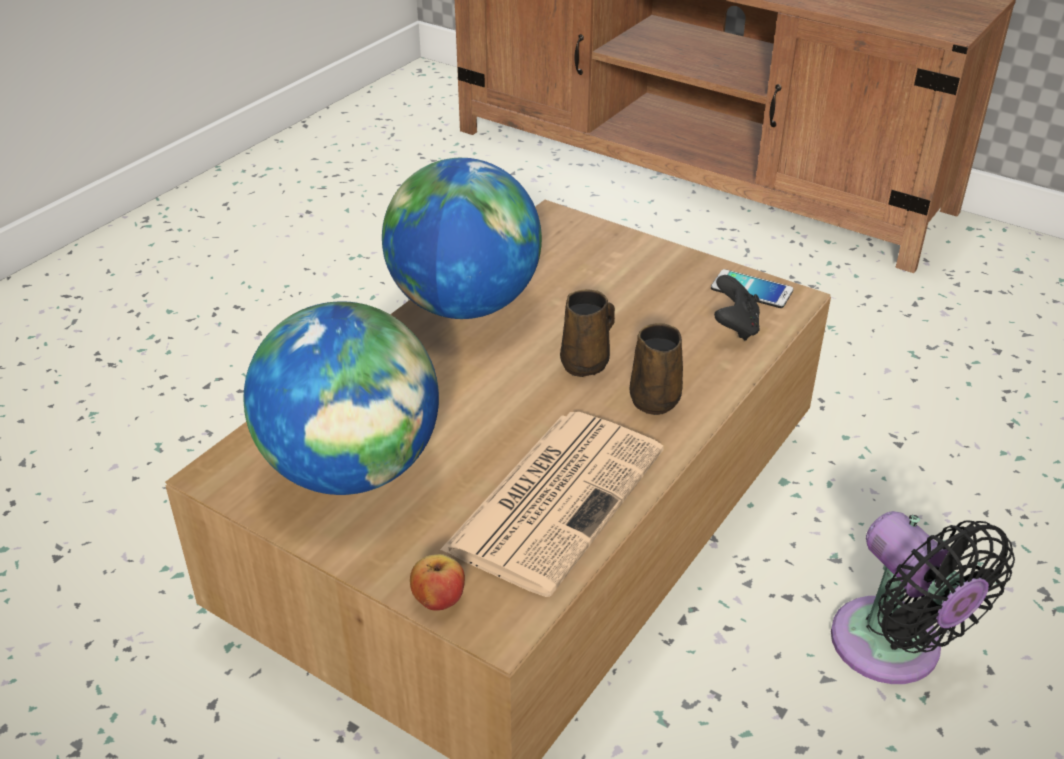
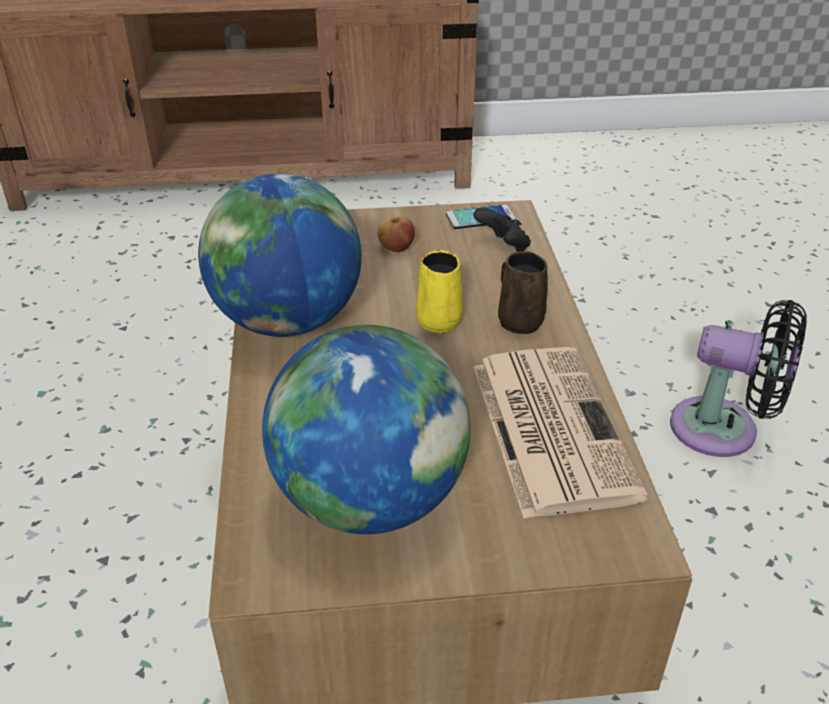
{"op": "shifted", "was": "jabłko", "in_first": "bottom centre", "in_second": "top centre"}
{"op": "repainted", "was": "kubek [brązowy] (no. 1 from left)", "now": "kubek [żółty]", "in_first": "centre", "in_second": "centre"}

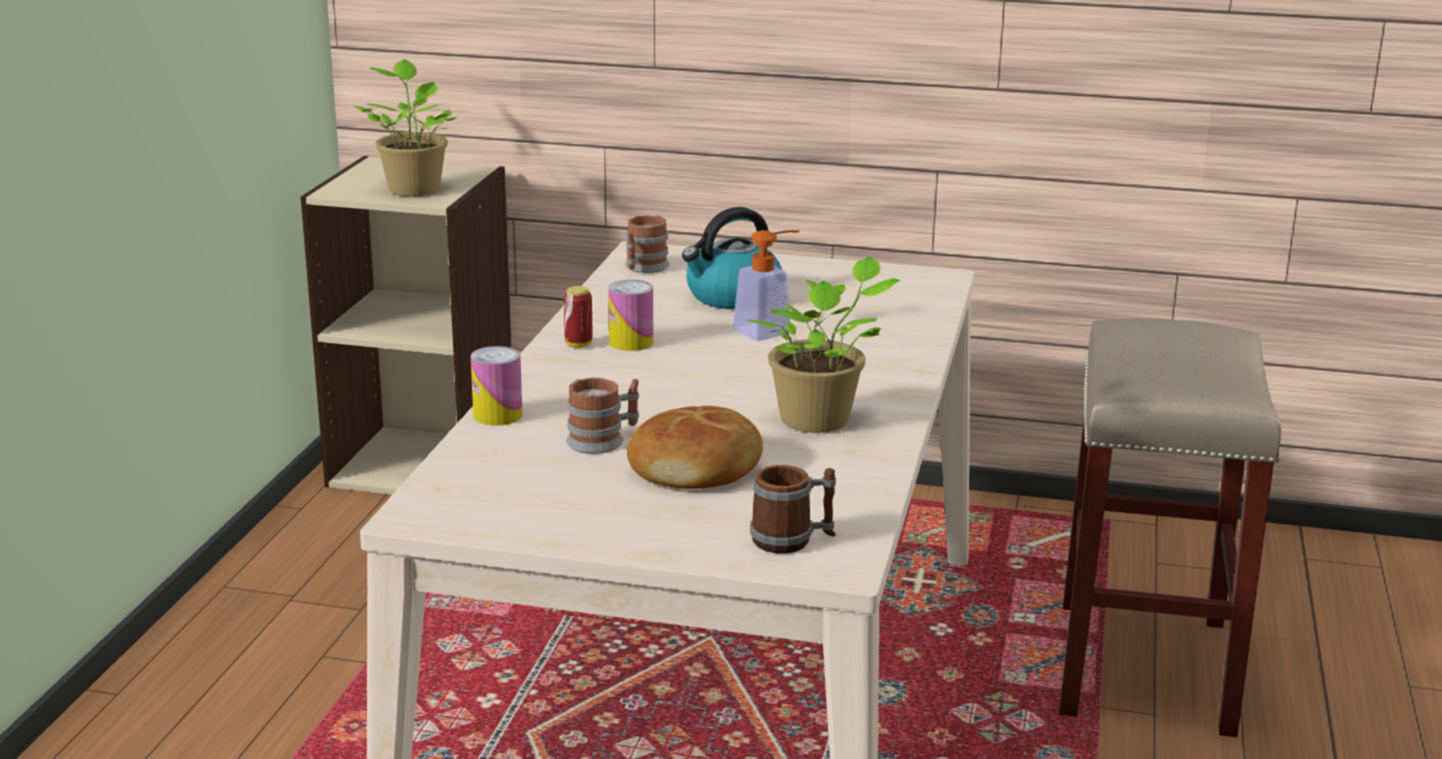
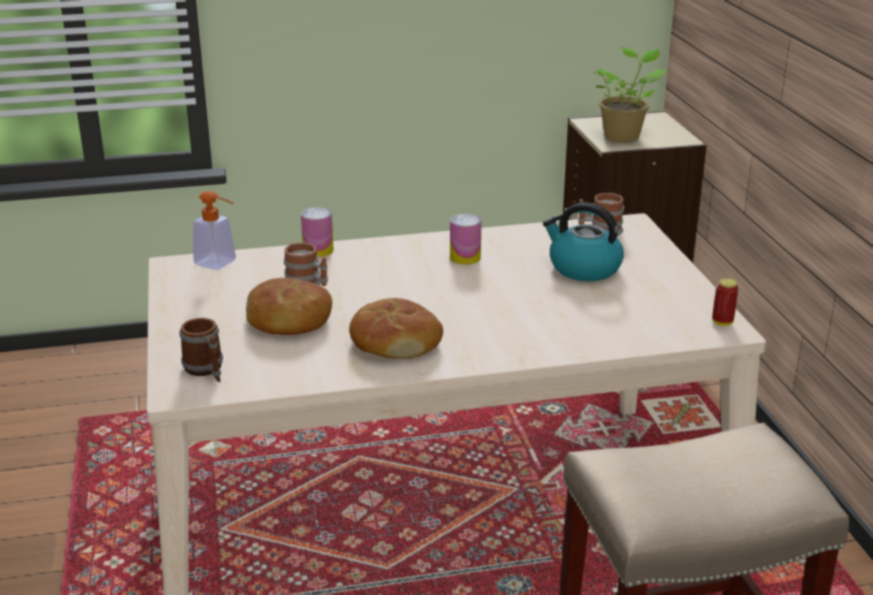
{"op": "shifted", "was": "puszka (no. 2 from left in the first image)", "now": "puszka (no. 3 from left)", "in_first": "centre", "in_second": "middle right"}
{"op": "shifted", "was": "dozownik mydła", "in_first": "centre", "in_second": "middle left"}
{"op": "swapped", "was": "roślina doniczkowa (no. 2 from left)", "now": "chleb (no. 2 from left)", "in_first": "centre", "in_second": "centre"}

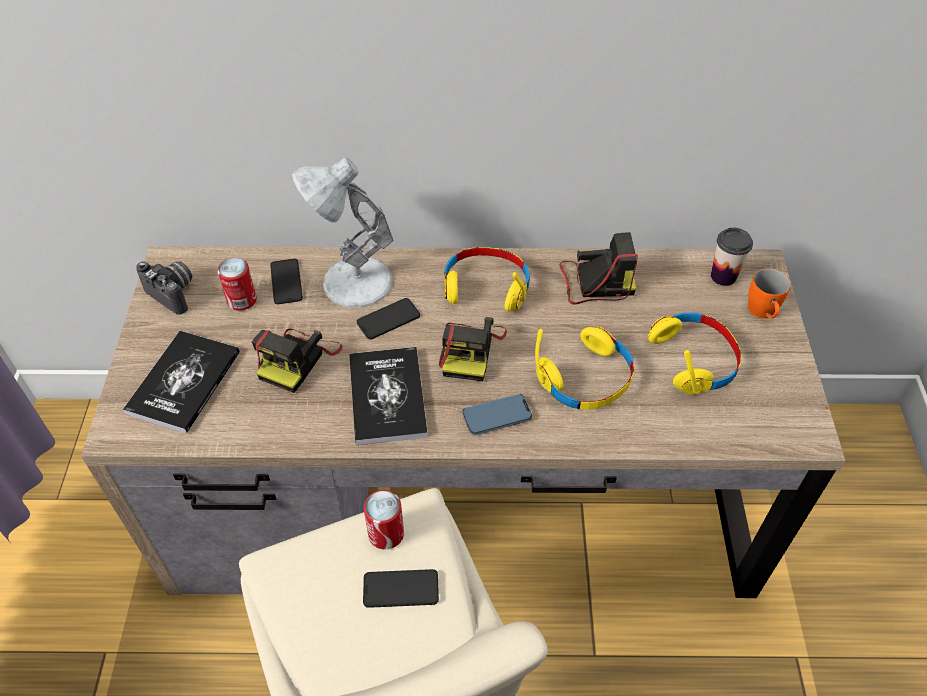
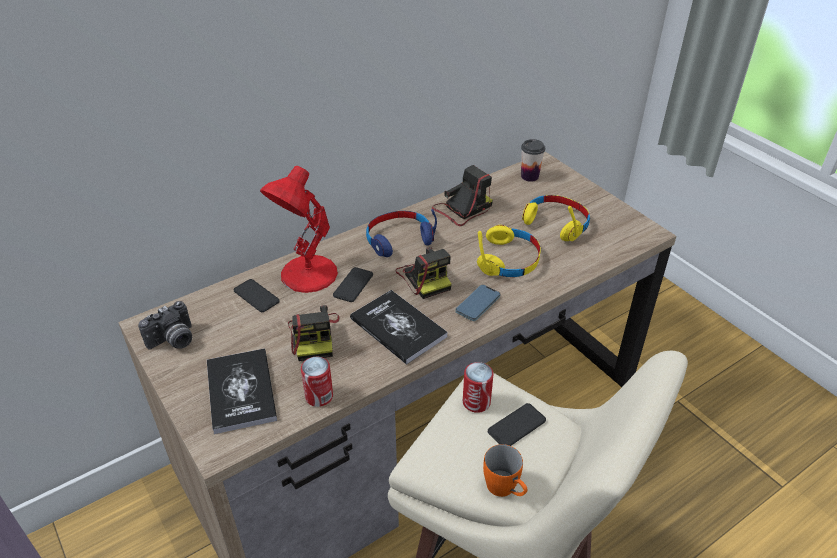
{"op": "rotated", "was": "aparat fotograficzny (no. 1 from left)", "in_first": "middle left", "in_second": "middle left", "clockwise": 135}
{"op": "shifted", "was": "puszka (no. 1 from left)", "in_first": "middle left", "in_second": "bottom centre"}
{"op": "repainted", "was": "lampa stołowa [biały]", "now": "lampa stołowa [czerwony]", "in_first": "centre", "in_second": "centre"}
{"op": "repainted", "was": "słuchawki [żółty] (no. 1 from left)", "now": "słuchawki [niebieski]", "in_first": "centre", "in_second": "centre"}
{"op": "shifted", "was": "kubek [pomarańczowy]", "in_first": "middle right", "in_second": "bottom centre"}

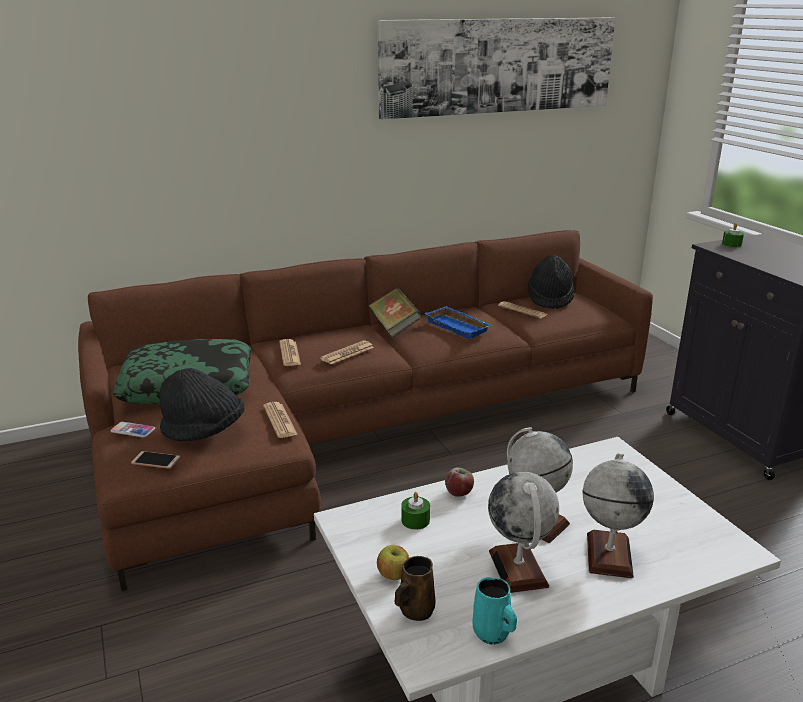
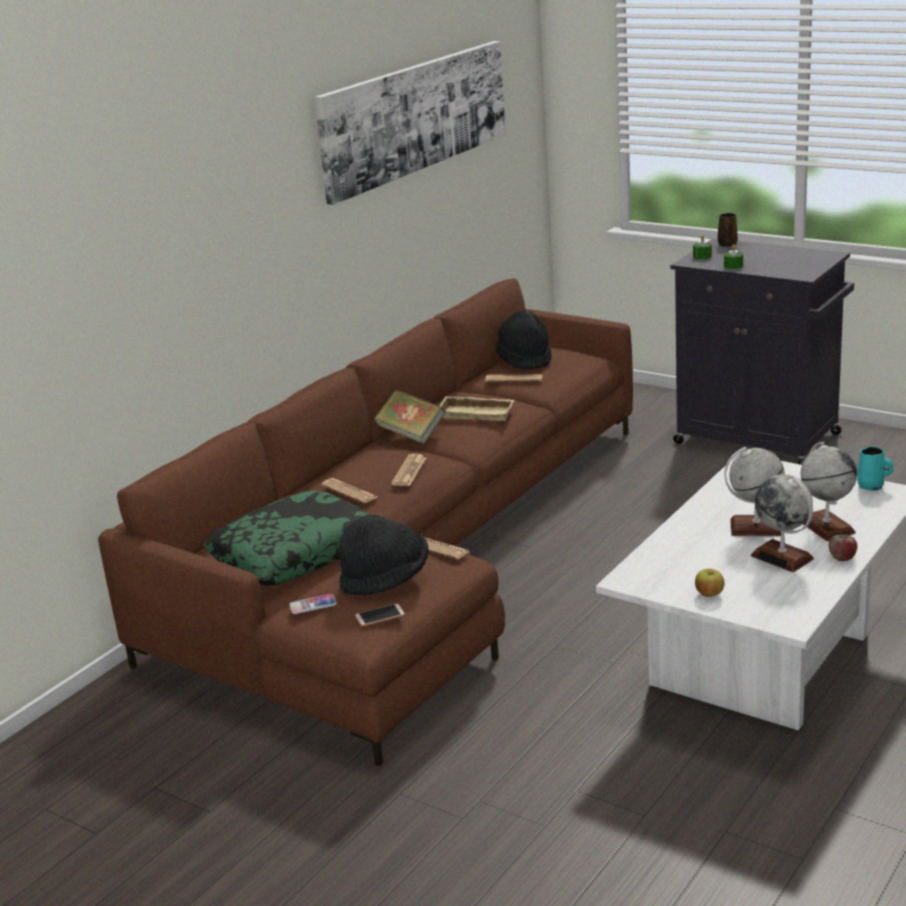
{"op": "shifted", "was": "kubek [brązowy]", "in_first": "bottom centre", "in_second": "top right"}
{"op": "shifted", "was": "świeca [zielony] (no. 1 from left in the first image)", "now": "świeca [zielony] (no. 2 from left)", "in_first": "bottom centre", "in_second": "top right"}
{"op": "repainted", "was": "taca [niebieski]", "now": "taca [beżowy]", "in_first": "centre", "in_second": "centre"}
{"op": "shifted", "was": "jabłko (no. 2 from left)", "in_first": "bottom centre", "in_second": "middle right"}
{"op": "shifted", "was": "kubek [turkusowy]", "in_first": "bottom centre", "in_second": "middle right"}

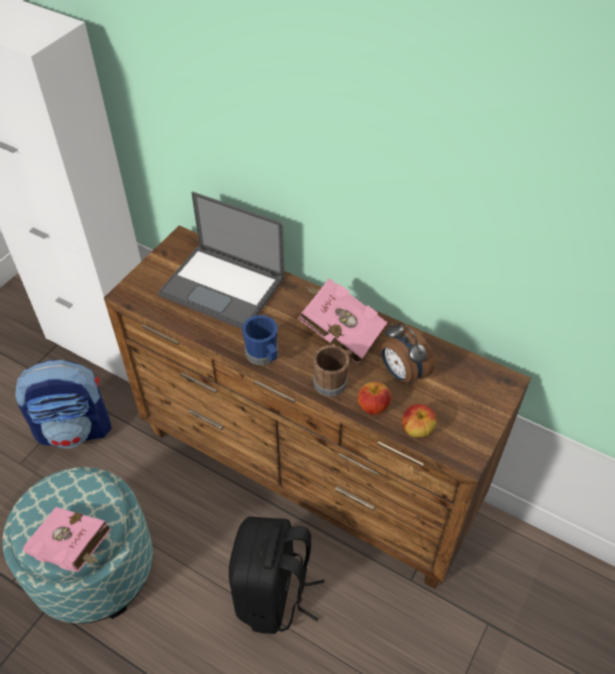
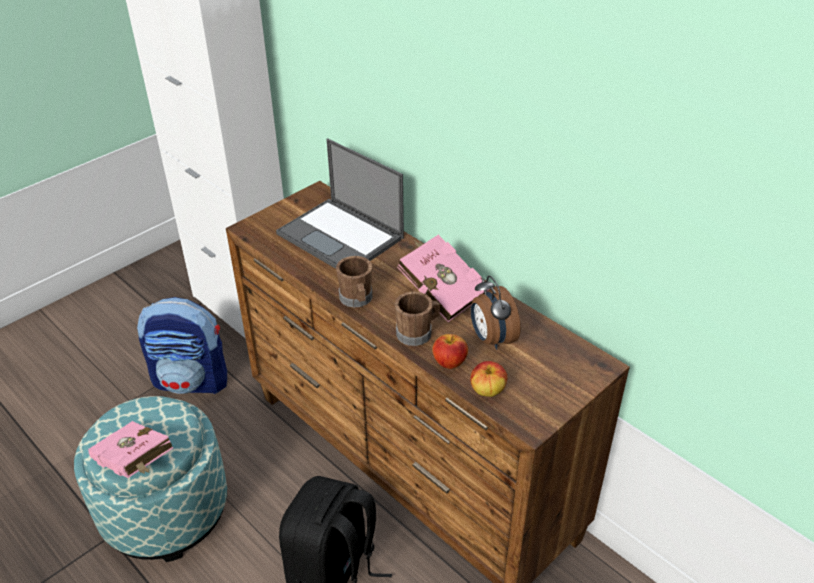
{"op": "repainted", "was": "kubek [niebieski]", "now": "kubek [brązowy] (no. 1 from left)", "in_first": "centre", "in_second": "centre"}

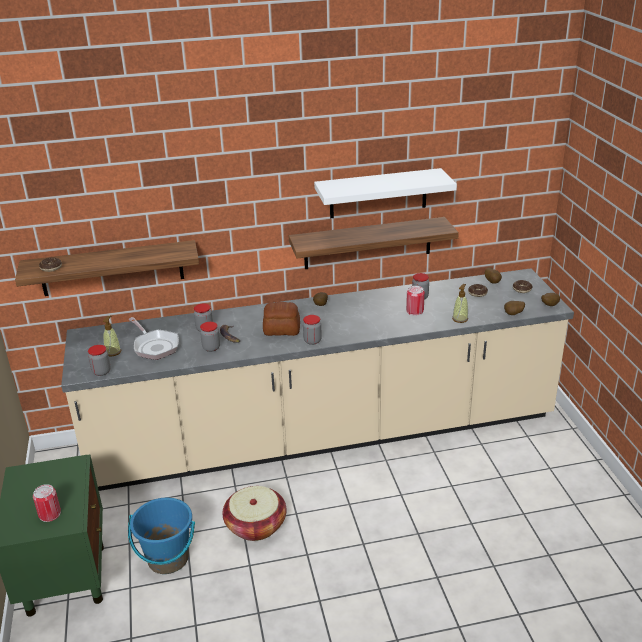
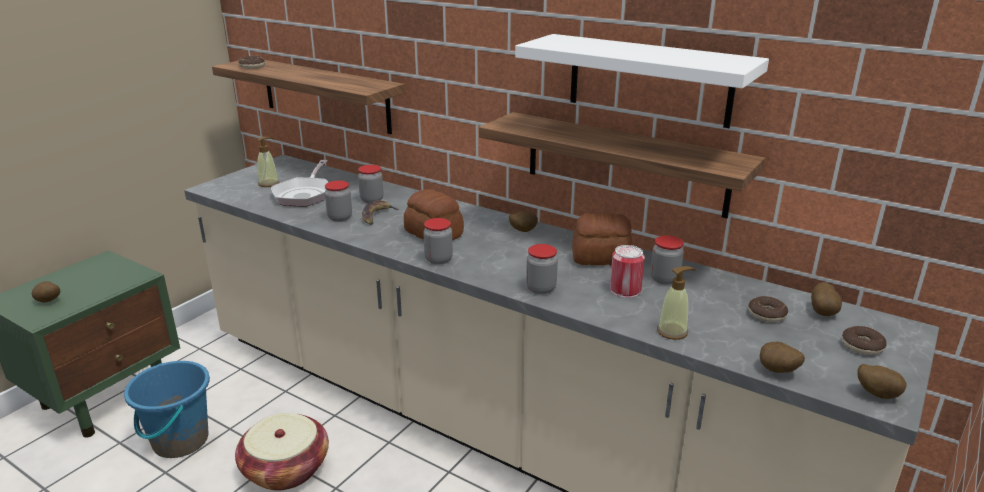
{"op": "swapped", "was": "puszka (no. 1 from left)", "now": "ziemniak (no. 1 from left)", "in_first": "bottom left", "in_second": "middle left"}
{"op": "shifted", "was": "słoik (no. 1 from left in the first image)", "now": "słoik (no. 4 from left)", "in_first": "middle left", "in_second": "centre"}
{"op": "new", "now": "chleb (no. 2 from left)", "in_second": "centre"}

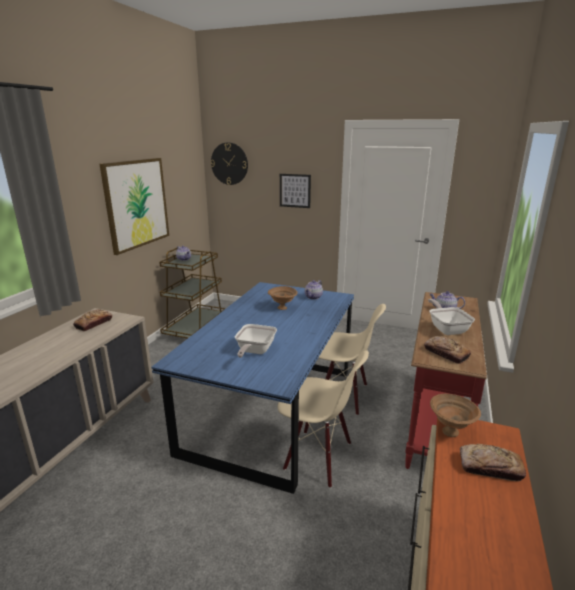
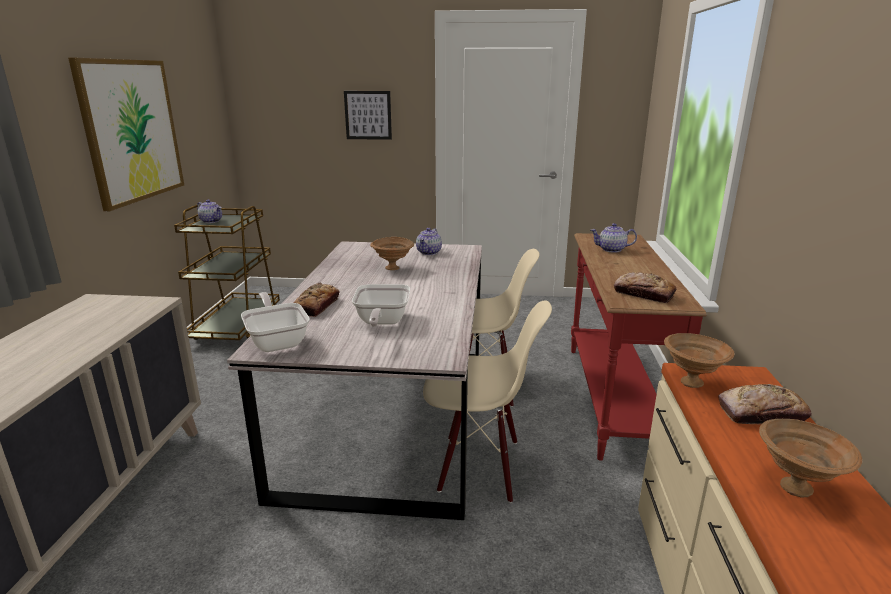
{"op": "shifted", "was": "chleb (no. 1 from left)", "in_first": "middle left", "in_second": "centre"}
{"op": "repainted", "was": "stół jadalny [niebieski]", "now": "stół jadalny [szary]", "in_first": "centre", "in_second": "centre"}
{"op": "gone", "was": "zegar ścienny", "in_first": "top centre"}
{"op": "shifted", "was": "patelnia (no. 2 from left in the first image)", "now": "patelnia (no. 1 from left)", "in_first": "middle right", "in_second": "middle left"}
{"op": "new", "now": "miska [brązowy] (no. 3 from left)", "in_second": "bottom right"}

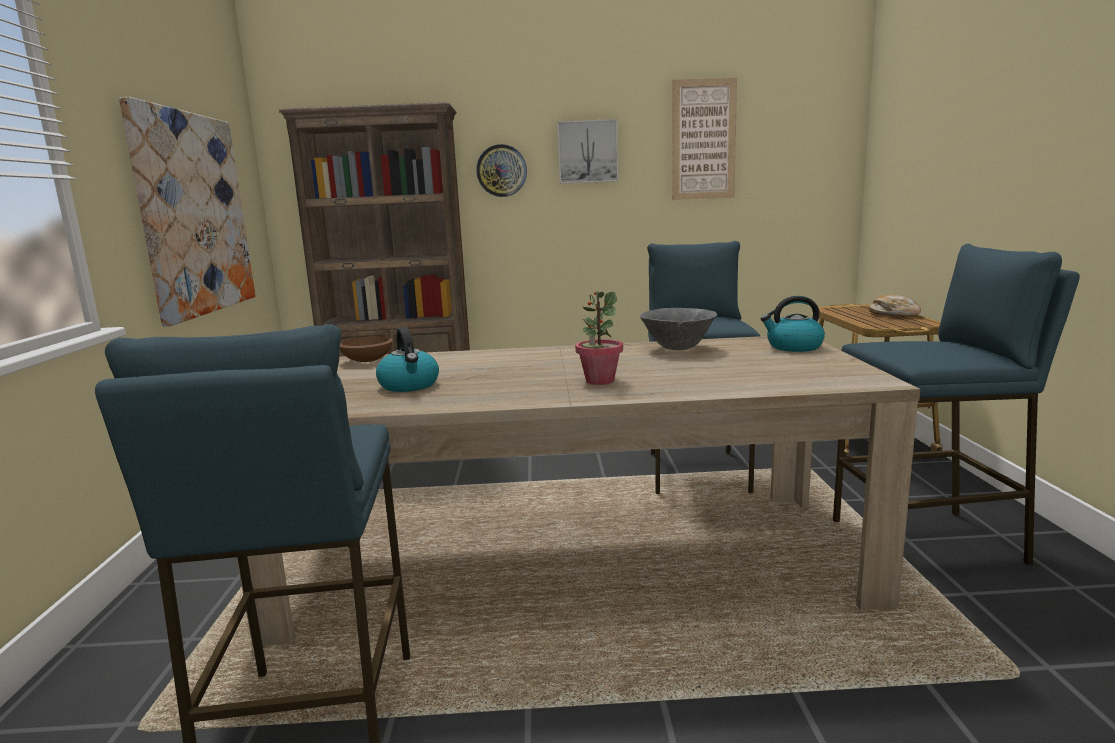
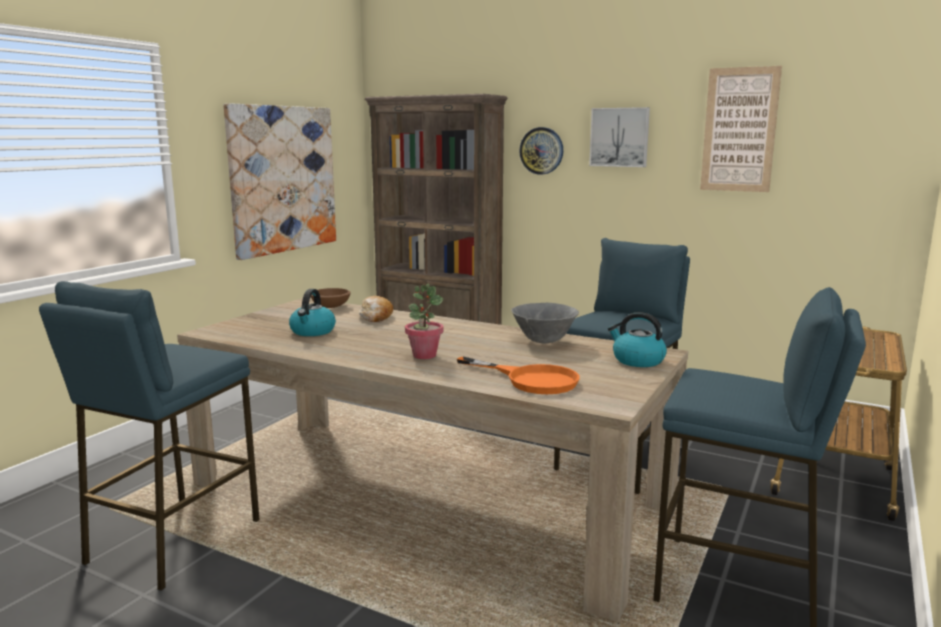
{"op": "shifted", "was": "chleb", "in_first": "middle right", "in_second": "centre"}
{"op": "new", "now": "patelnia [pomarańczowy]", "in_second": "centre"}

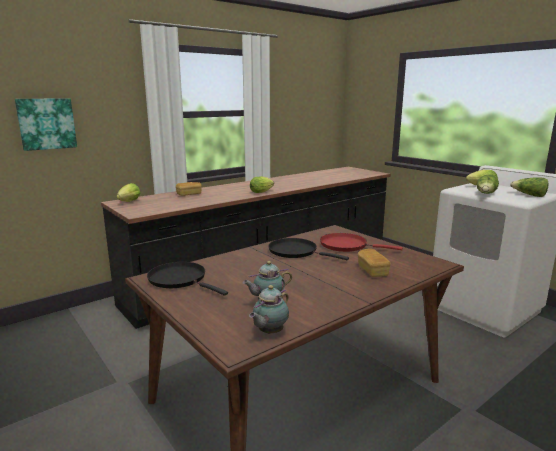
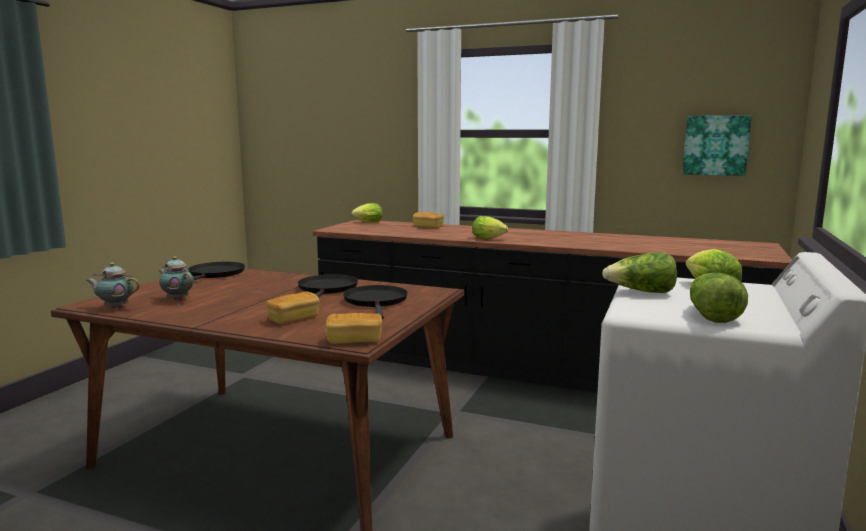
{"op": "shifted", "was": "obraz", "in_first": "top left", "in_second": "top right"}
{"op": "repainted", "was": "patelnia [czerwony]", "now": "patelnia [czarny] (no. 3 from left)", "in_first": "centre", "in_second": "centre"}
{"op": "new", "now": "chleb (no. 2 from left)", "in_second": "centre"}

